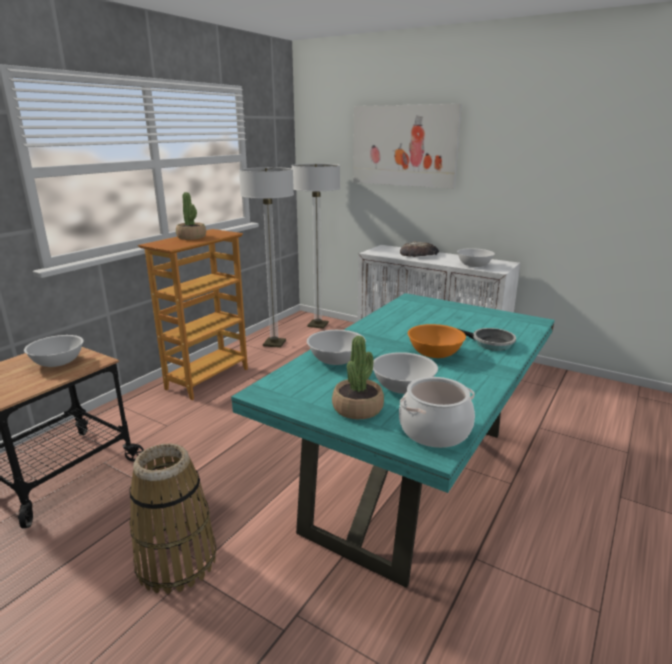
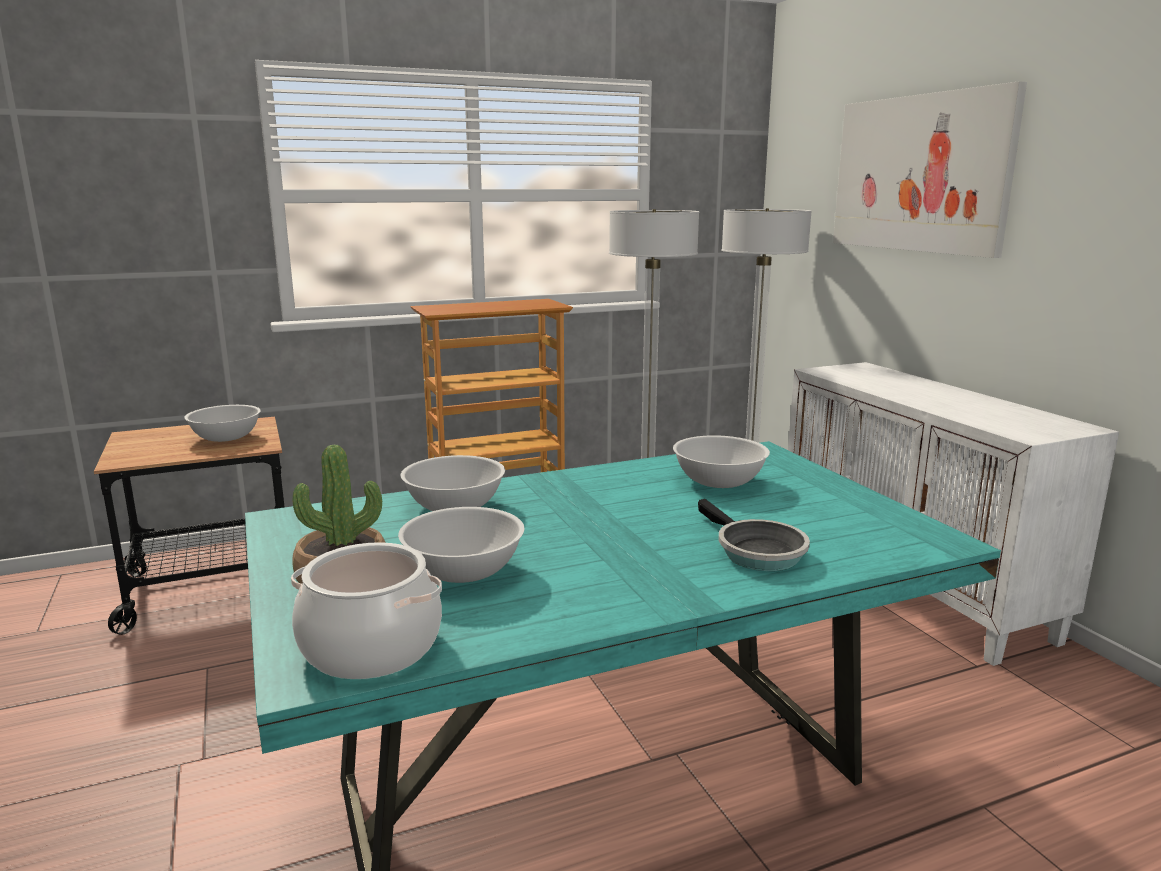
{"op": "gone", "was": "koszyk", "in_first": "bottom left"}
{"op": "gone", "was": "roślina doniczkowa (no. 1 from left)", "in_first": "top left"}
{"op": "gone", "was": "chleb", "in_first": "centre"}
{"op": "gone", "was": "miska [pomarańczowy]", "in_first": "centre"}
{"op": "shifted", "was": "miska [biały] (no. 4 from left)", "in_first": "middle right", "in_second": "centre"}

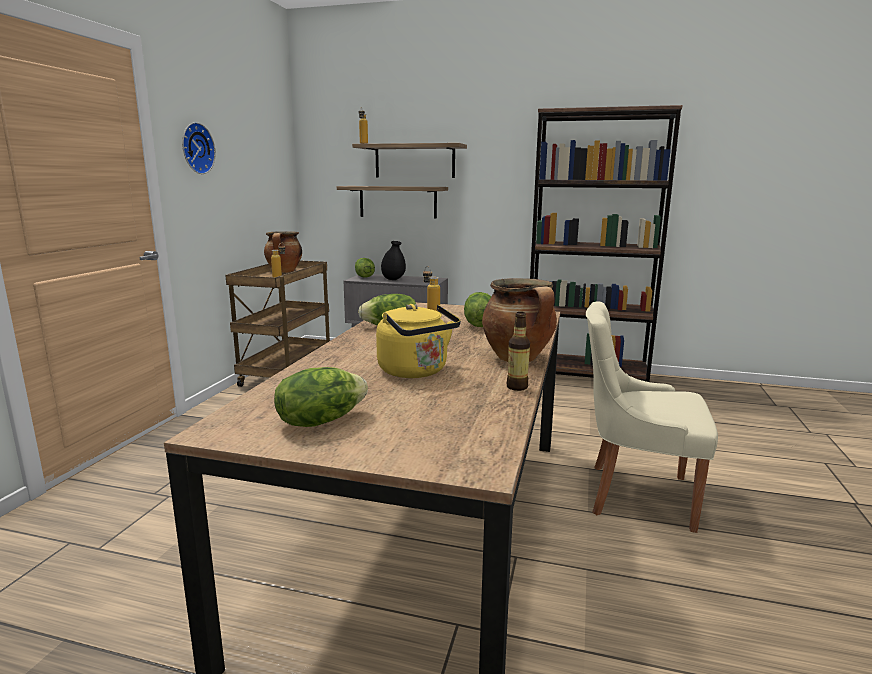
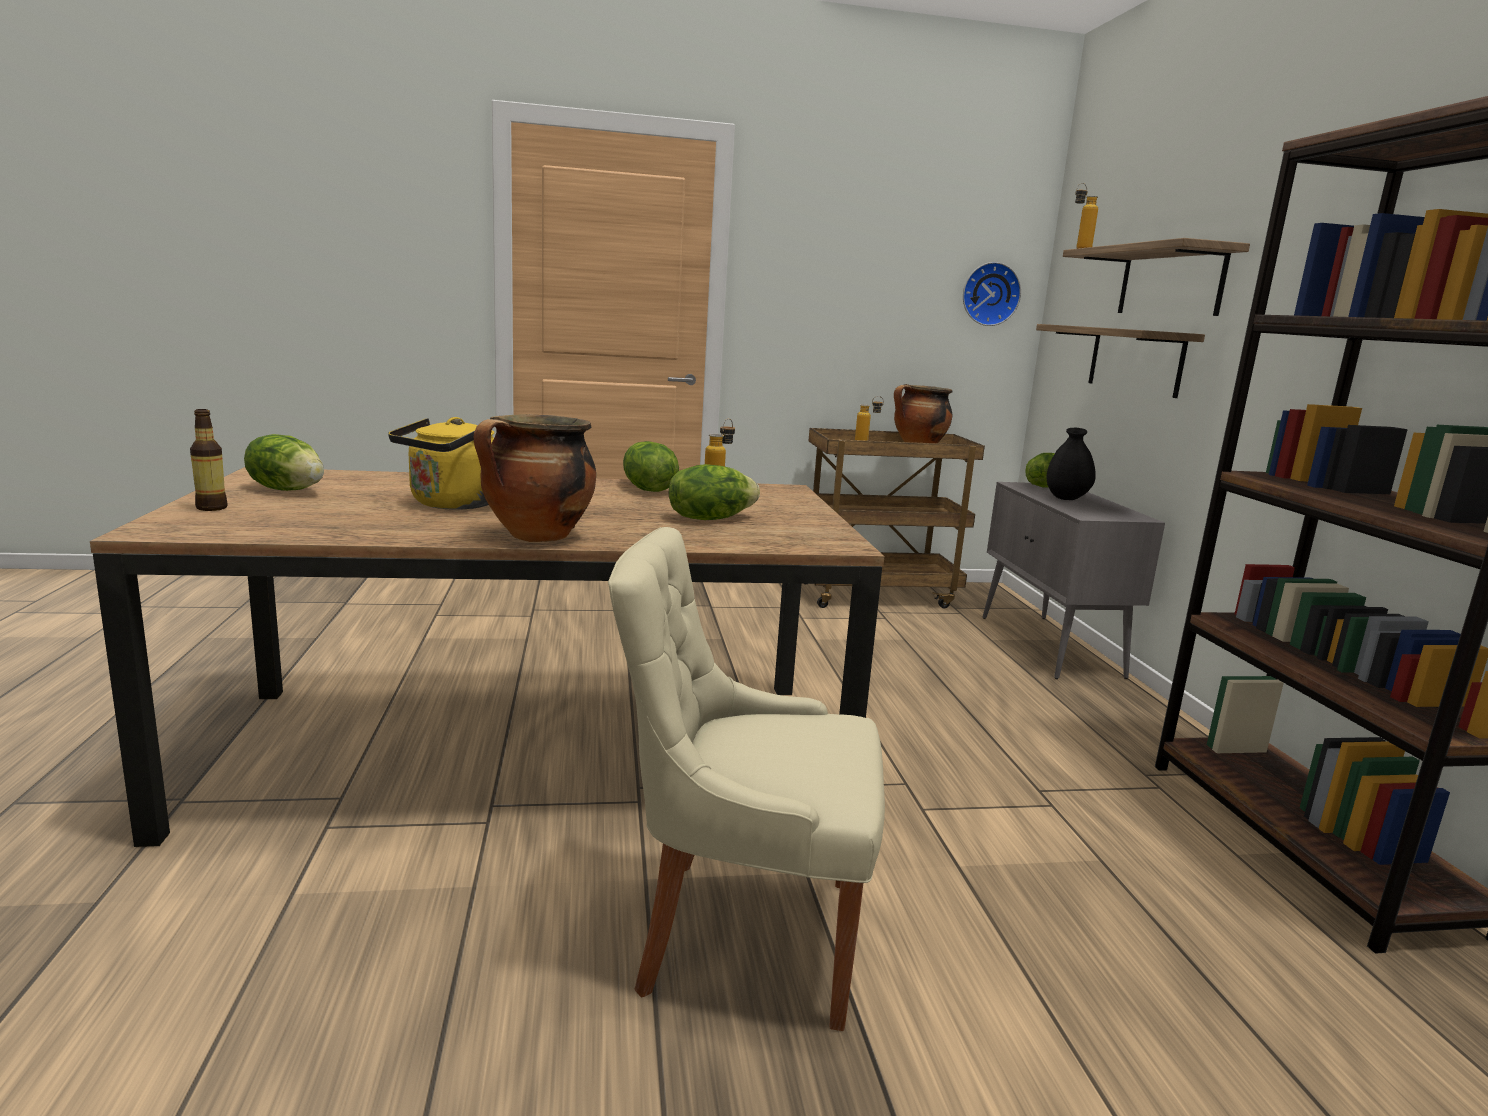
{"op": "shifted", "was": "zegar ścienny", "in_first": "top left", "in_second": "top right"}
{"op": "shifted", "was": "butelka (no. 4 from left in the first image)", "now": "butelka (no. 1 from left)", "in_first": "centre", "in_second": "middle left"}
{"op": "rotated", "was": "krzesło [beżowy]", "in_first": "middle right", "in_second": "bottom centre", "clockwise": -75}

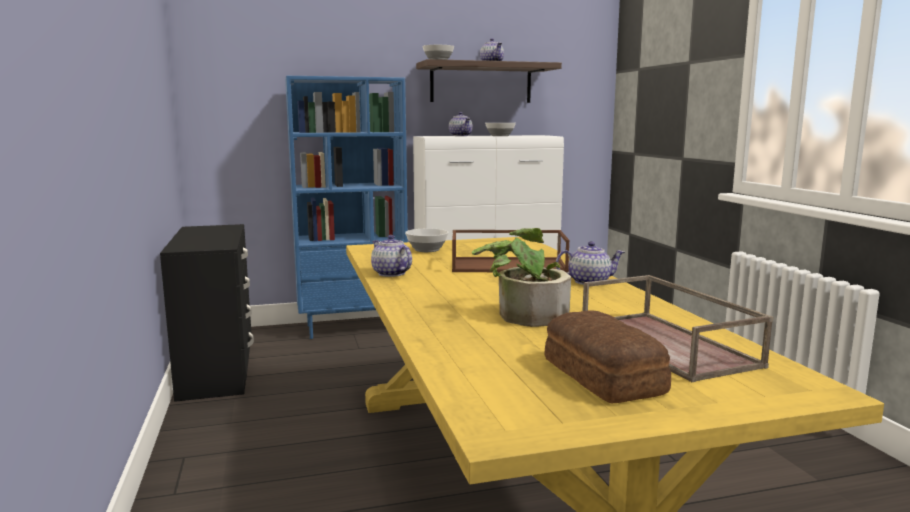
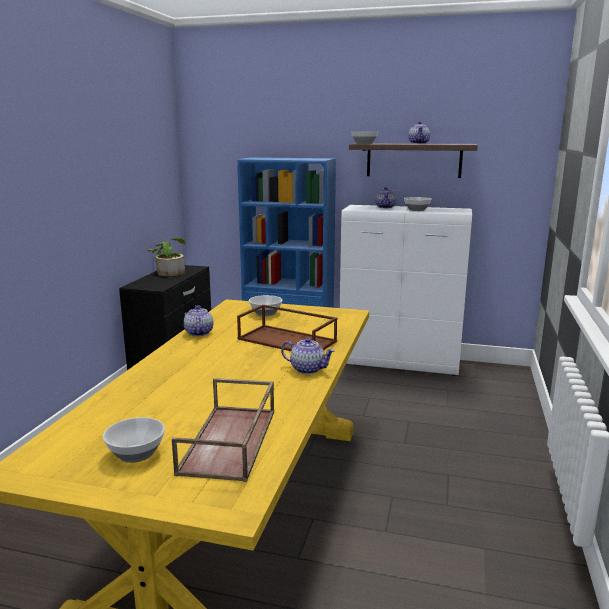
{"op": "shifted", "was": "roślina doniczkowa", "in_first": "centre", "in_second": "middle left"}
{"op": "swapped", "was": "chleb", "now": "miska (no. 1 from left)", "in_first": "bottom right", "in_second": "bottom left"}

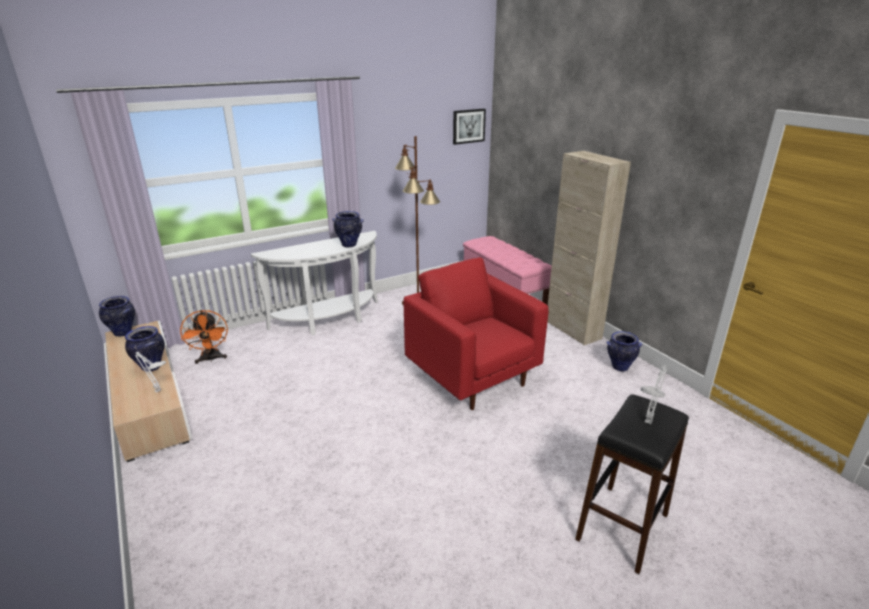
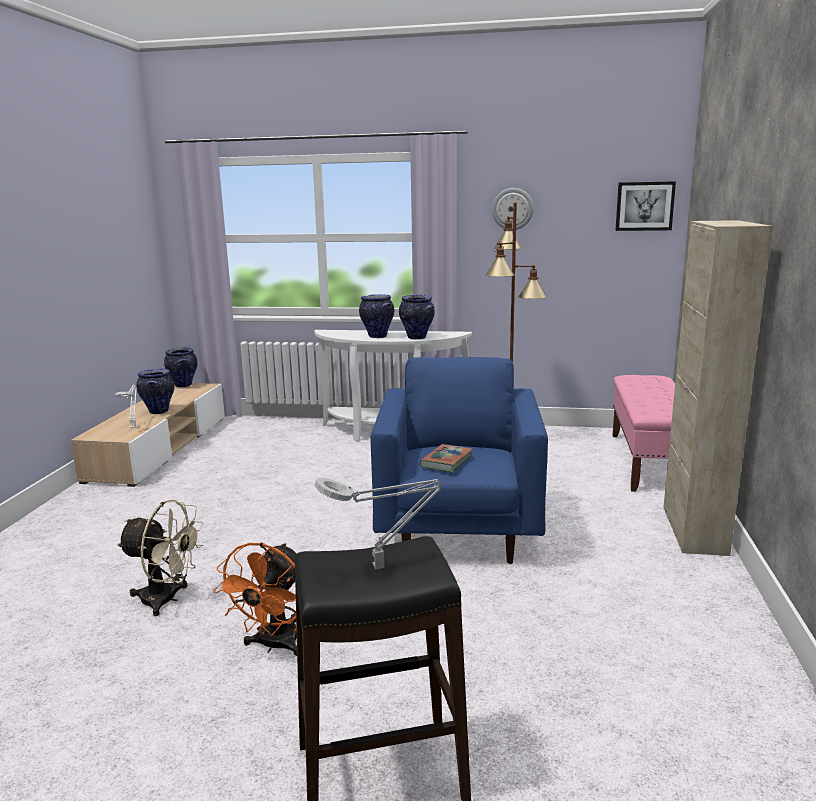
{"op": "shifted", "was": "wentylator [pomarańczowy]", "in_first": "middle left", "in_second": "bottom left"}
{"op": "repainted", "was": "fotel [czerwony]", "now": "fotel [niebieski]", "in_first": "centre", "in_second": "centre"}
{"op": "shifted", "was": "wazon (no. 4 from left in the first image)", "now": "wazon (no. 3 from left)", "in_first": "middle right", "in_second": "centre"}
{"op": "new", "now": "wentylator [beżowy]", "in_second": "bottom left"}
{"op": "new", "now": "książka", "in_second": "centre"}
{"op": "new", "now": "zegar ścienny", "in_second": "top centre"}

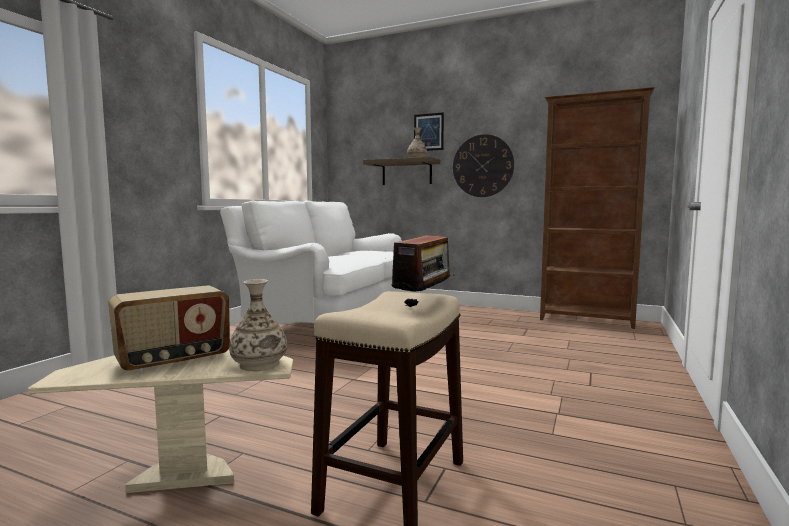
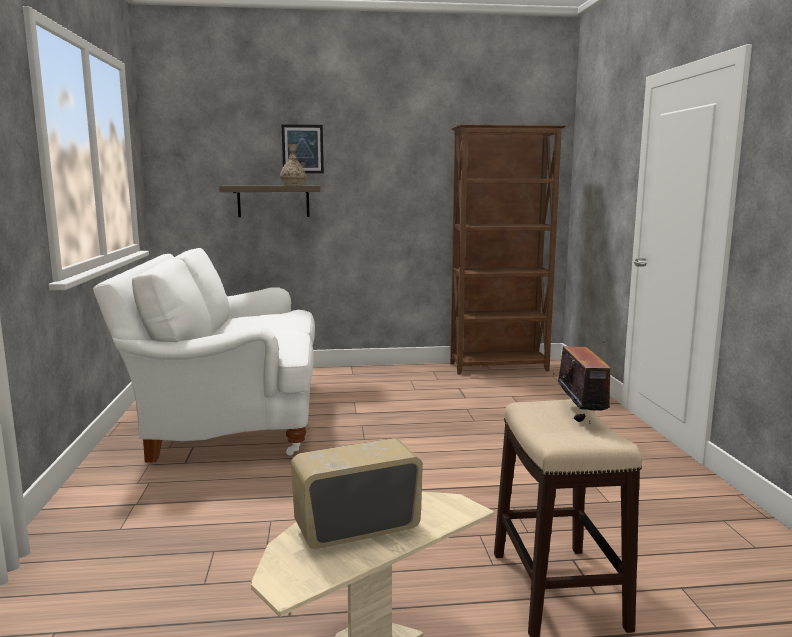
{"op": "rotated", "was": "radio (no. 1 from left)", "in_first": "middle left", "in_second": "bottom centre", "clockwise": -135}
{"op": "gone", "was": "wazon (no. 1 from left)", "in_first": "middle left"}
{"op": "gone", "was": "zegar ścienny", "in_first": "top centre"}

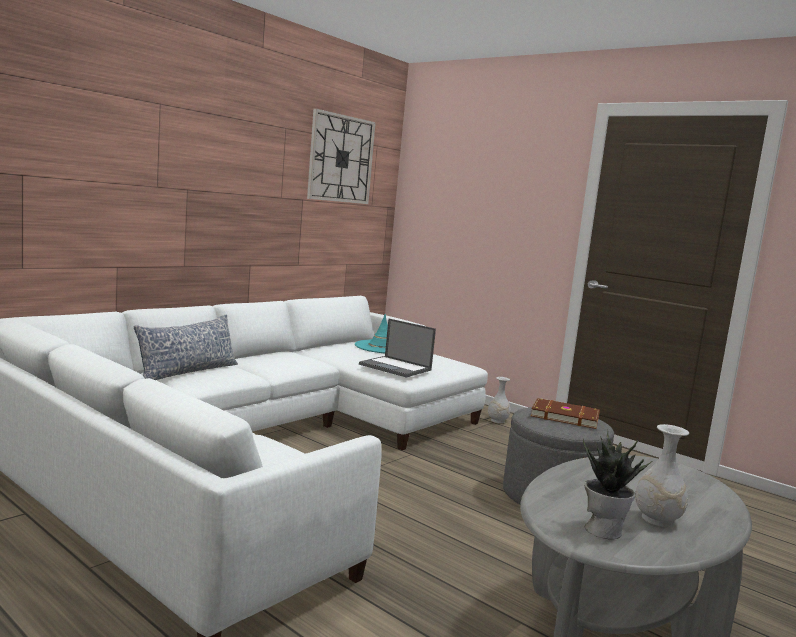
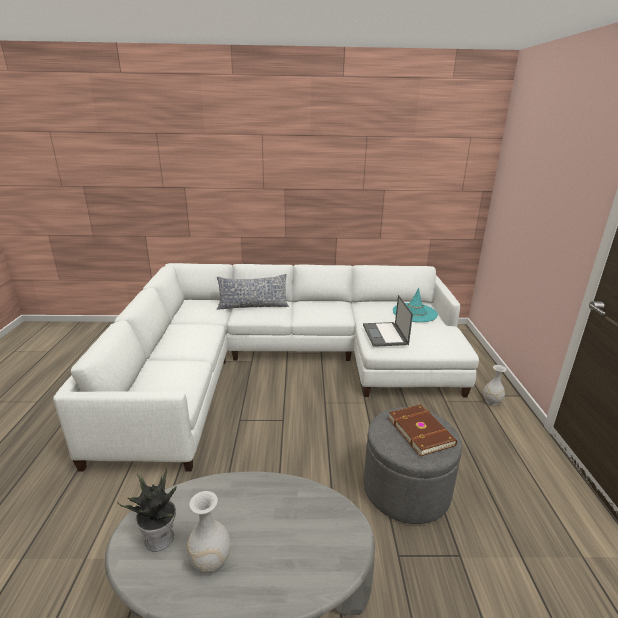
{"op": "gone", "was": "zegar ścienny", "in_first": "top centre"}

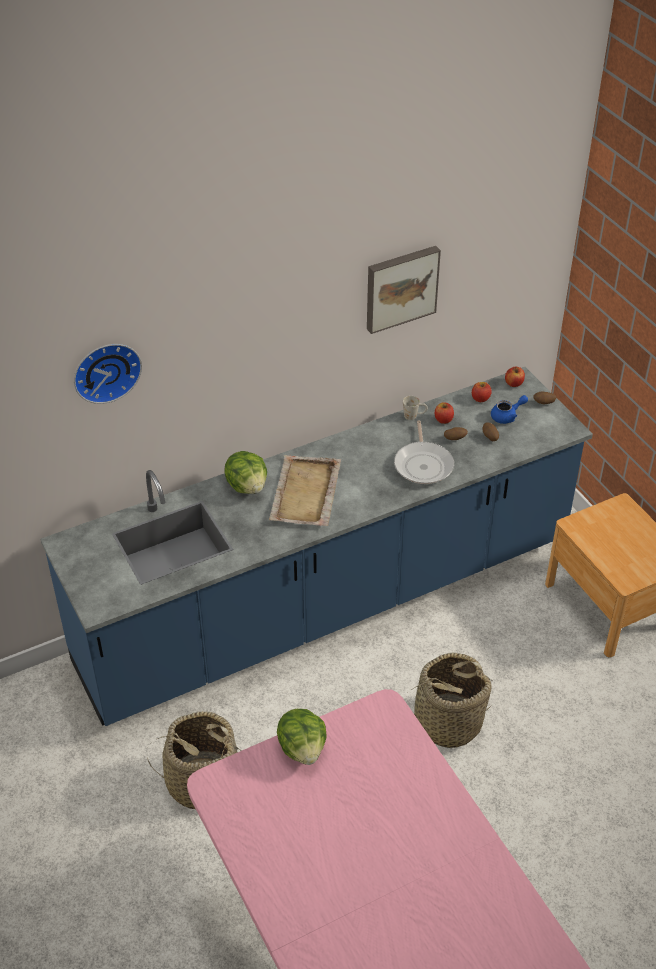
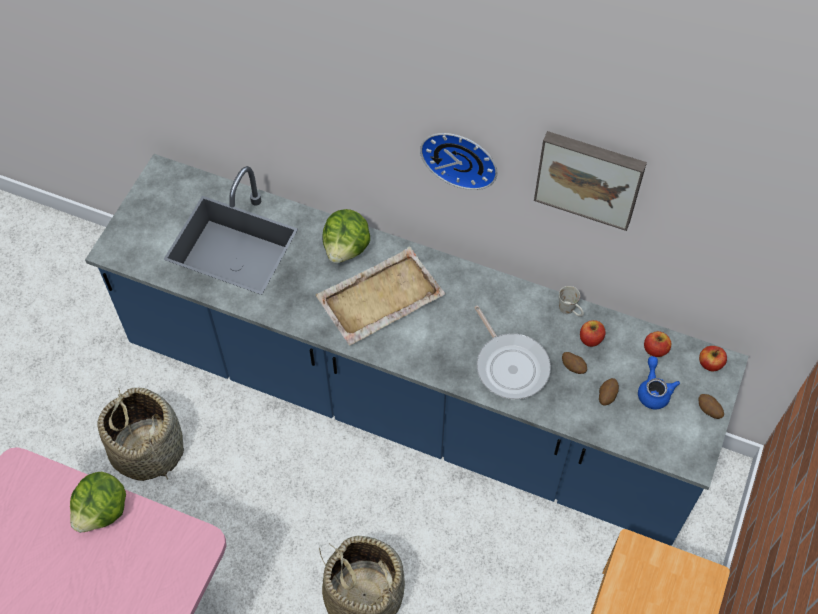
{"op": "shifted", "was": "zegar ścienny", "in_first": "middle left", "in_second": "top centre"}
{"op": "rotated", "was": "patelnia", "in_first": "centre", "in_second": "centre", "clockwise": -75}
{"op": "rotated", "was": "imbryk [niebieski]", "in_first": "middle right", "in_second": "middle right", "clockwise": -120}

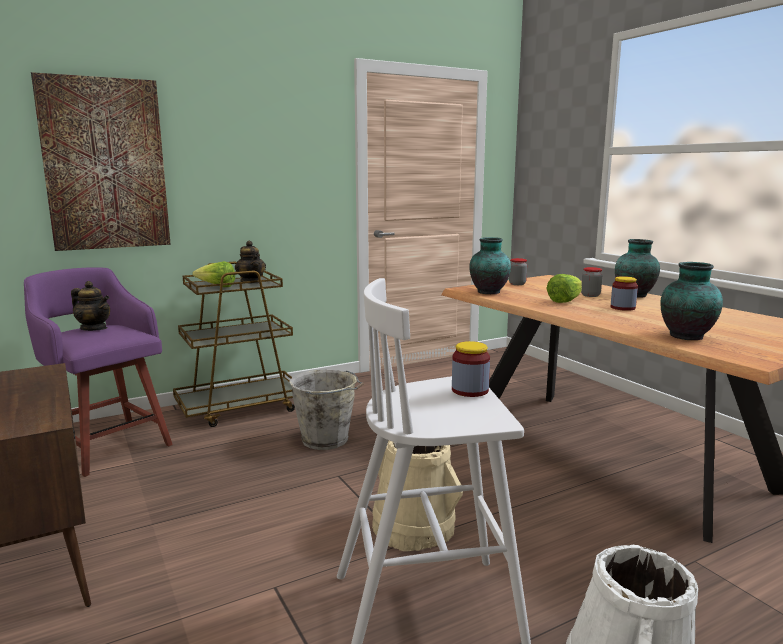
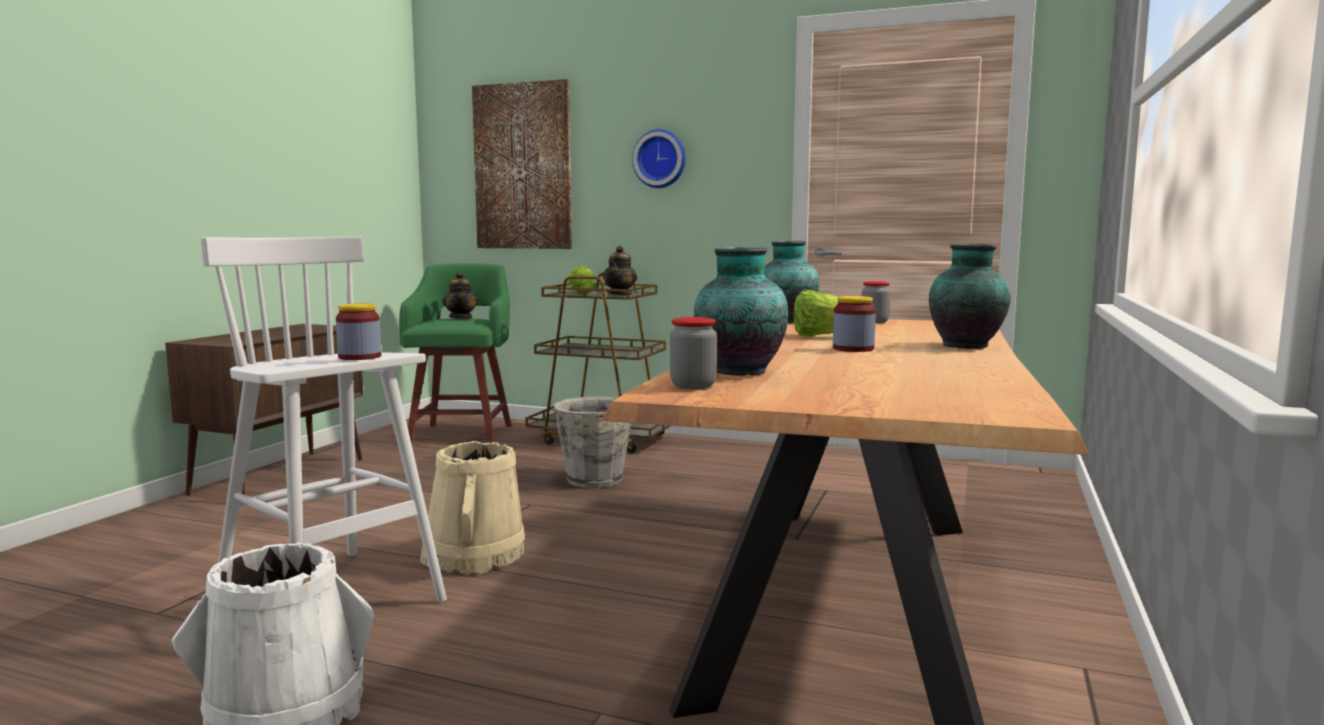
{"op": "repainted", "was": "stołek [fioletowy]", "now": "stołek [zielony]", "in_first": "middle left", "in_second": "centre"}
{"op": "shifted", "was": "słoik (no. 3 from left in the first image)", "now": "słoik (no. 2 from left)", "in_first": "middle right", "in_second": "centre"}
{"op": "new", "now": "zegar ścienny", "in_second": "top centre"}

